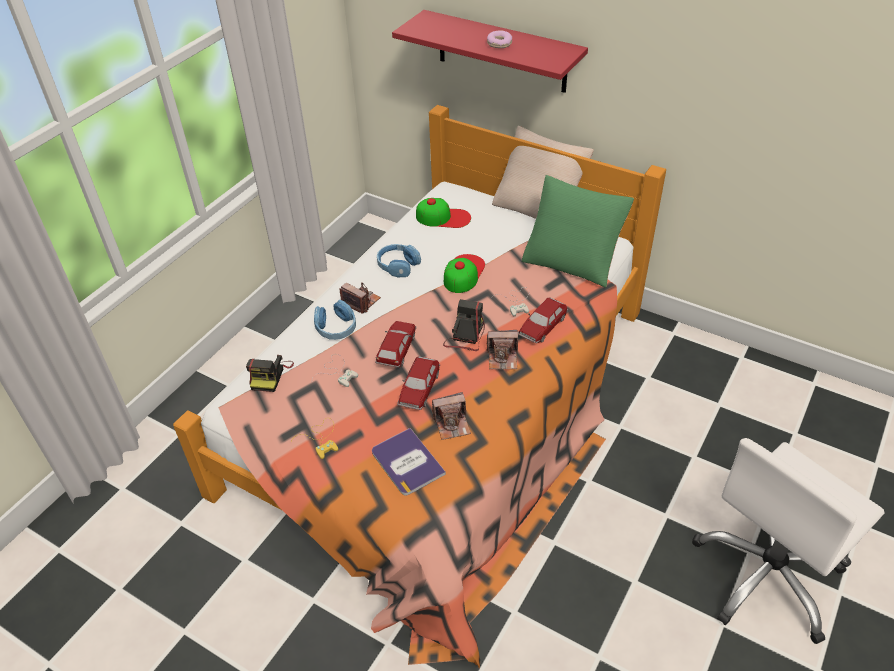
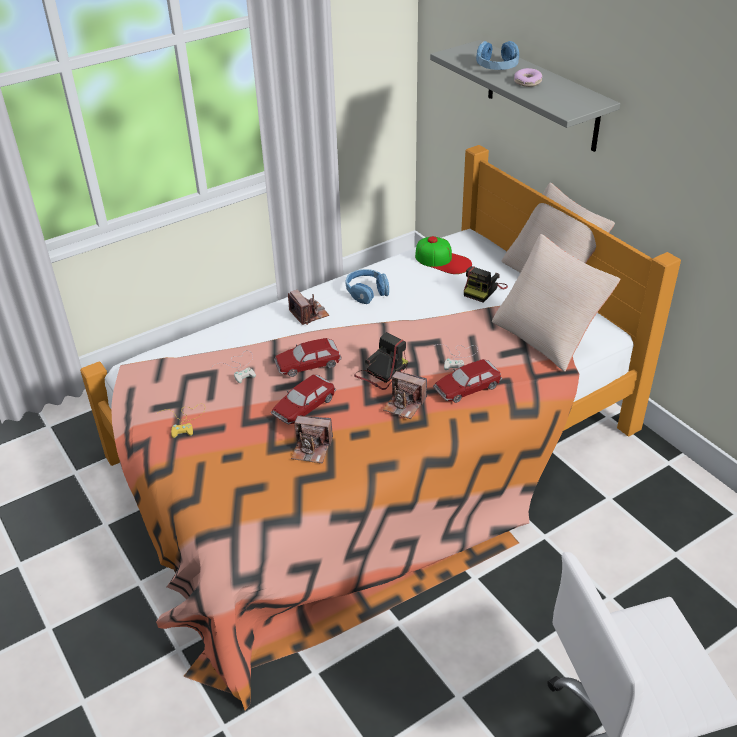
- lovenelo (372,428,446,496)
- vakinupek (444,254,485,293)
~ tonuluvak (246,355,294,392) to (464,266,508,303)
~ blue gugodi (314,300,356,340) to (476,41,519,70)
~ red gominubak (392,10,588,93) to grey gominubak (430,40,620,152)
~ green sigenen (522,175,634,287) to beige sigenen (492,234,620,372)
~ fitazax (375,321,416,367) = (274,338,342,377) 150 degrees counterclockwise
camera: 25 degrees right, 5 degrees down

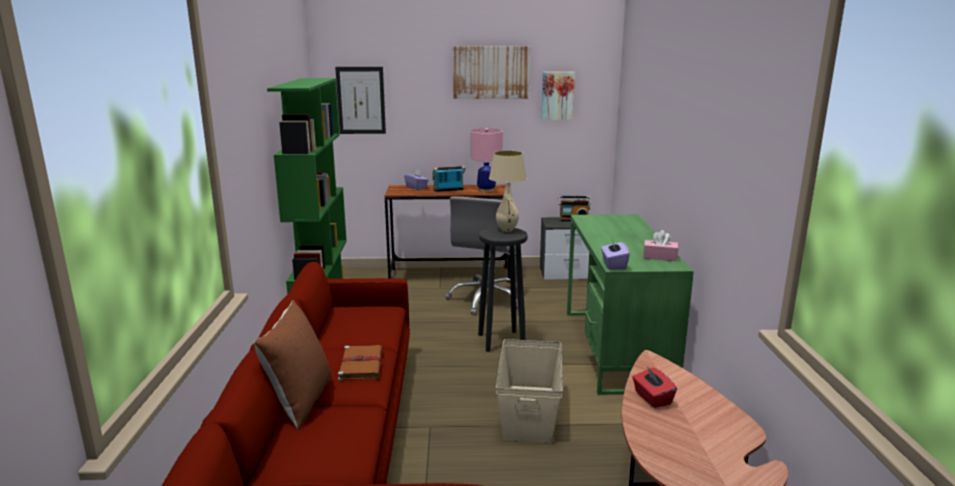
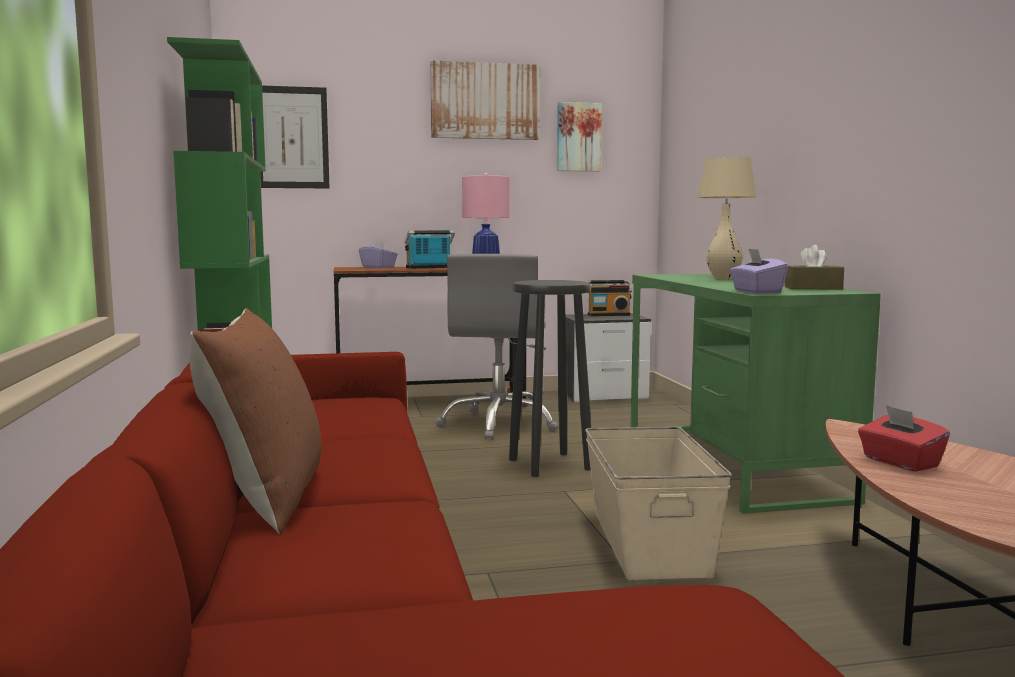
- brown lovenelo (338,345,383,381)
~ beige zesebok (489,151,527,232) to (697,157,756,280)
~ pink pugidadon (643,230,678,261) to brown pugidadon (784,245,844,290)
camera: 10 degrees left, 10 degrees down

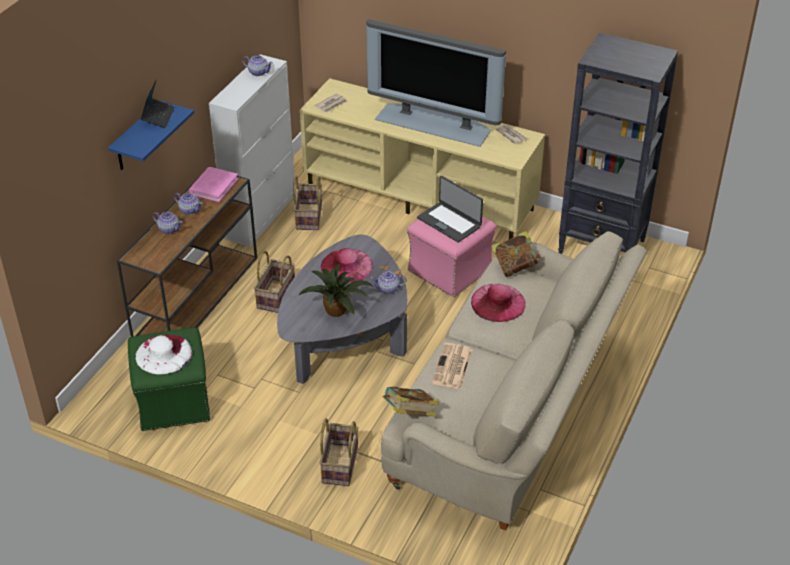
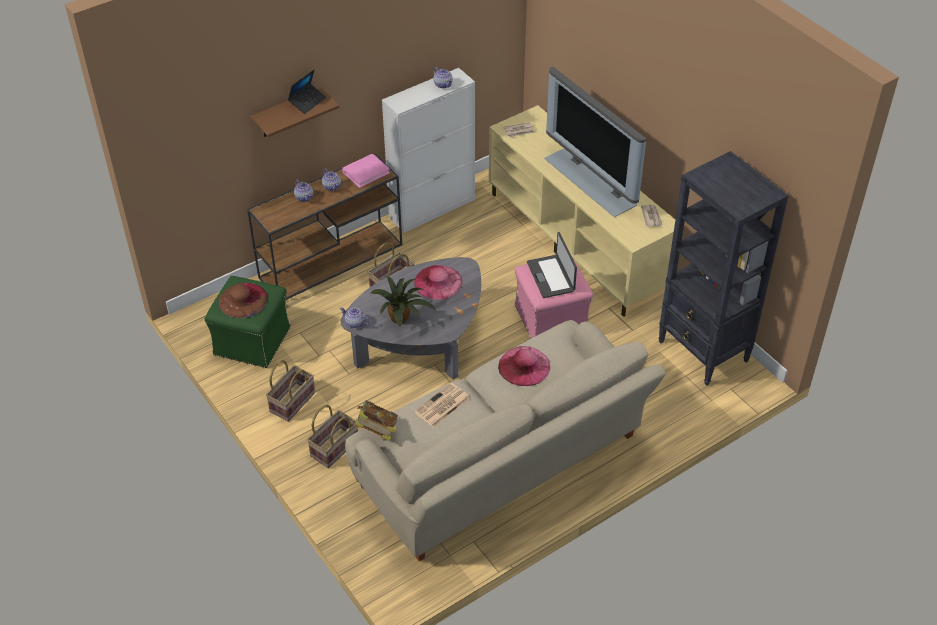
- lovenelo (491,231,541,277)
~ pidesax (293,175,322,230) to (266,360,315,422)
~ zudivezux (371,272,406,294) to (340,307,370,328)
~ blue gominubak (108,101,194,170) to brown gominubak (250,88,339,137)
~ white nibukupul (136,335,193,375) to brown nibukupul (219,283,267,318)
camera: 30 degrees right, 5 degrees up

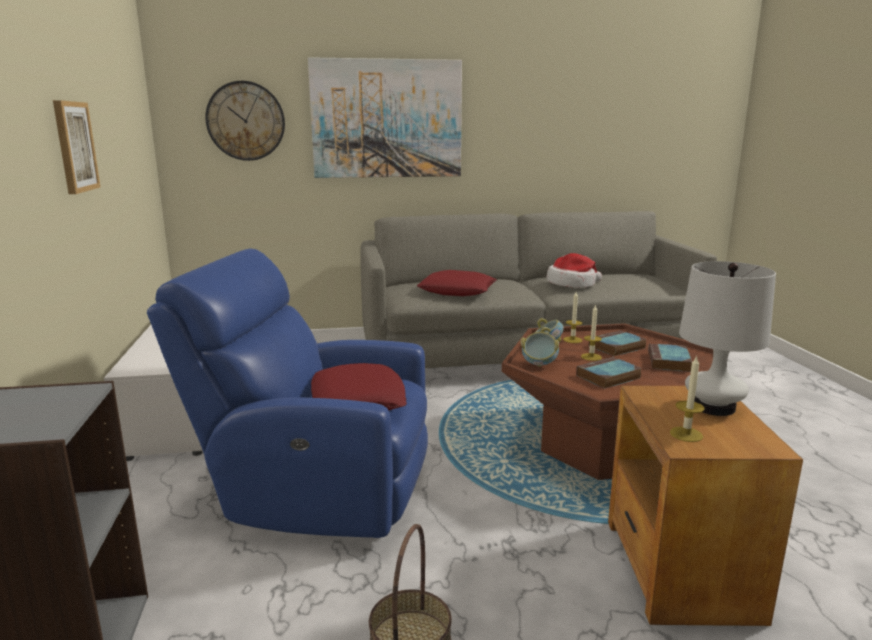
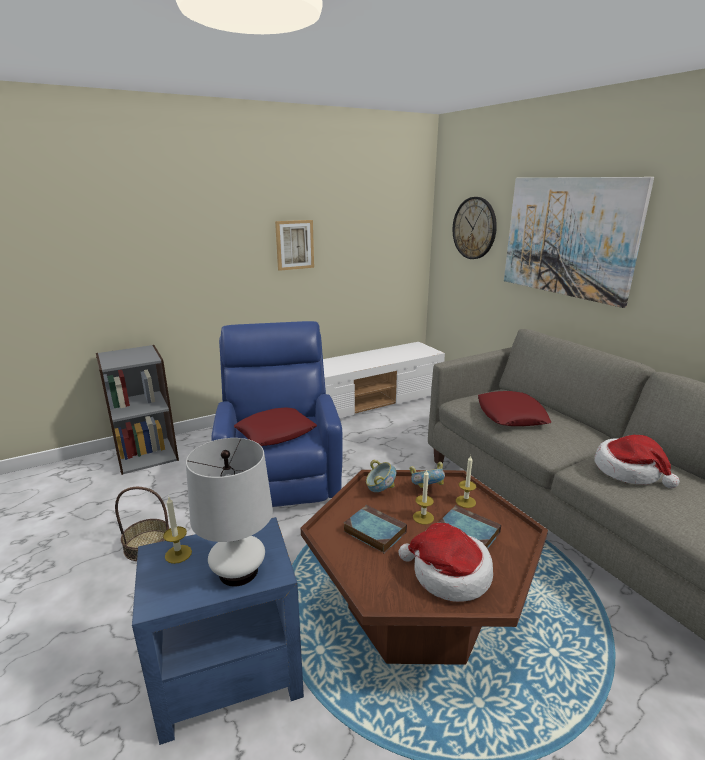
~ lovenelo (649,343,692,372) to nibukupul (398,523,493,602)
~ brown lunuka (608,385,803,626) to blue lunuka (132,517,304,745)
camera: 70 degrees right, 5 degrees up

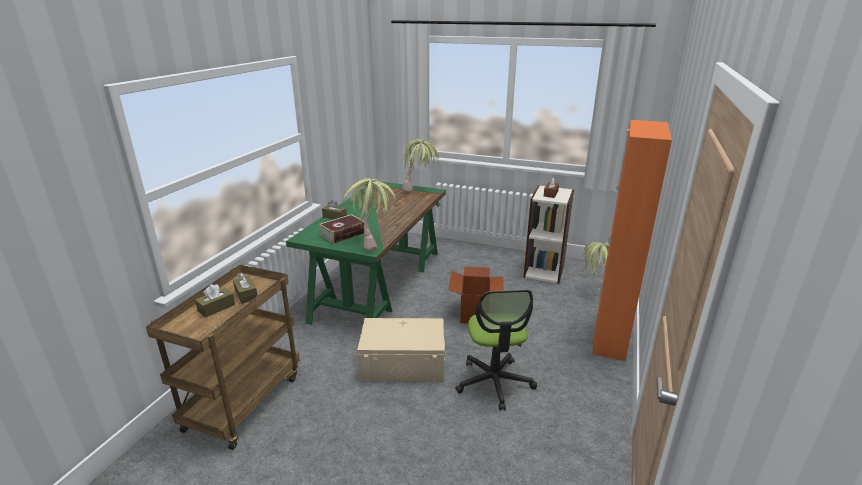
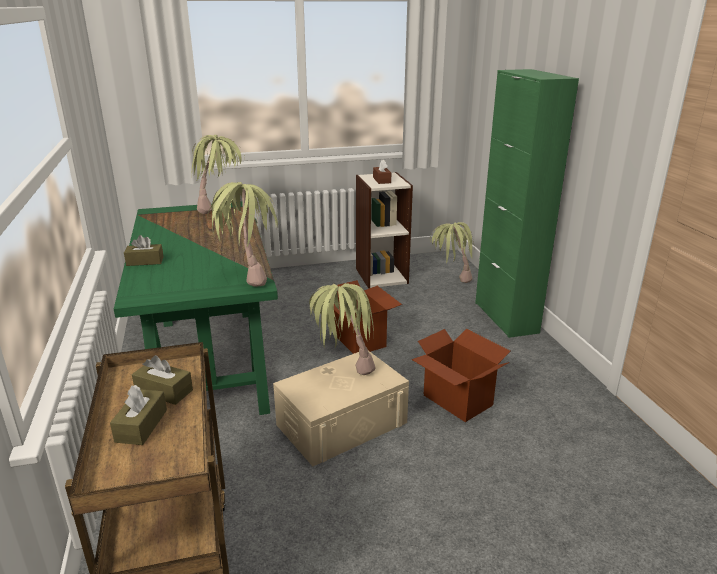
- lovenelo (319,214,364,244)
+ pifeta (309,283,376,375)
~ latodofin (455,290,537,411) to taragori (412,329,510,422)
~ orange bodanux (592,120,672,361) to green bodanux (475,69,579,338)
camera: 35 degrees left, 0 degrees up

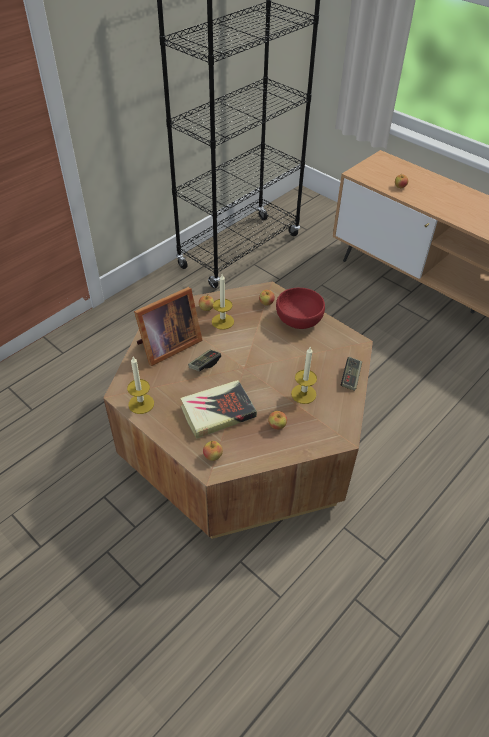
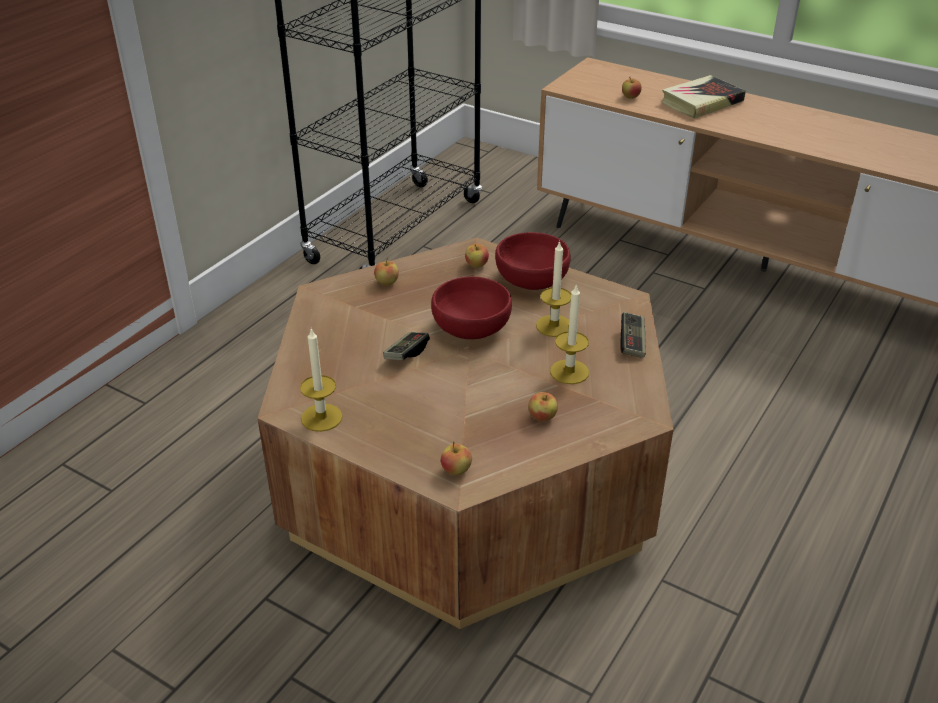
- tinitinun (134,287,202,366)
+ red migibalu (431,276,512,339)
~ lovenelo (180,380,257,439) to (661,75,746,119)
~ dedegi (212,274,234,330) to (536,241,571,337)
camera: 10 degrees left, 10 degrees down

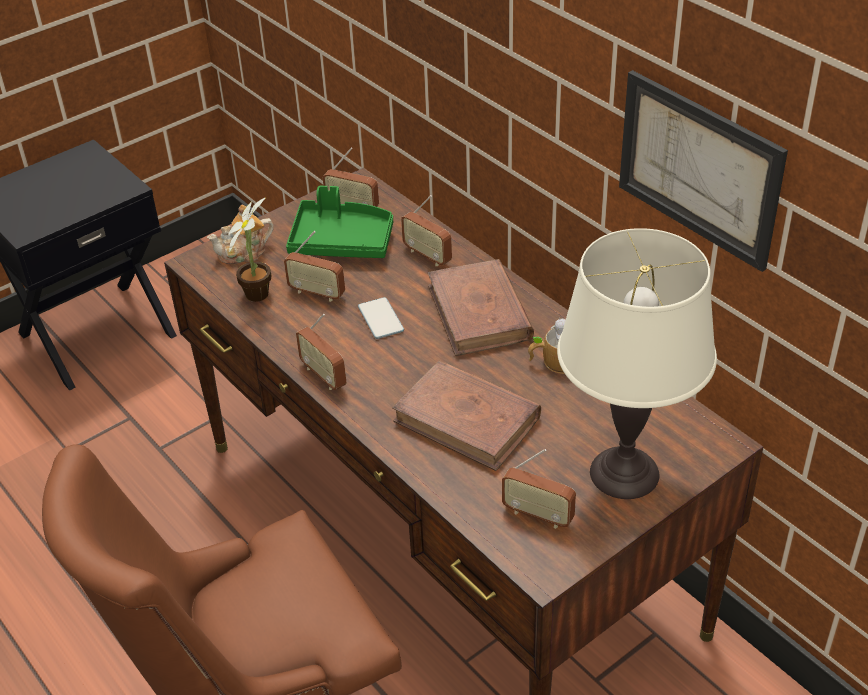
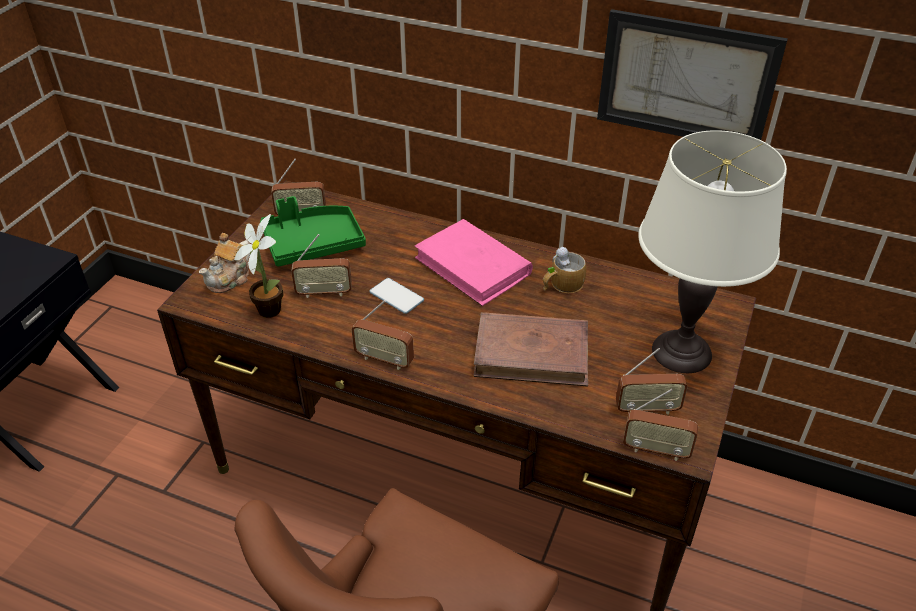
~ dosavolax (401,195,452,266) to (623,389,698,461)
~ brown lovenelo (428,259,534,356) to pink lovenelo (415,219,533,306)
camera: 30 degrees left, 0 degrees up

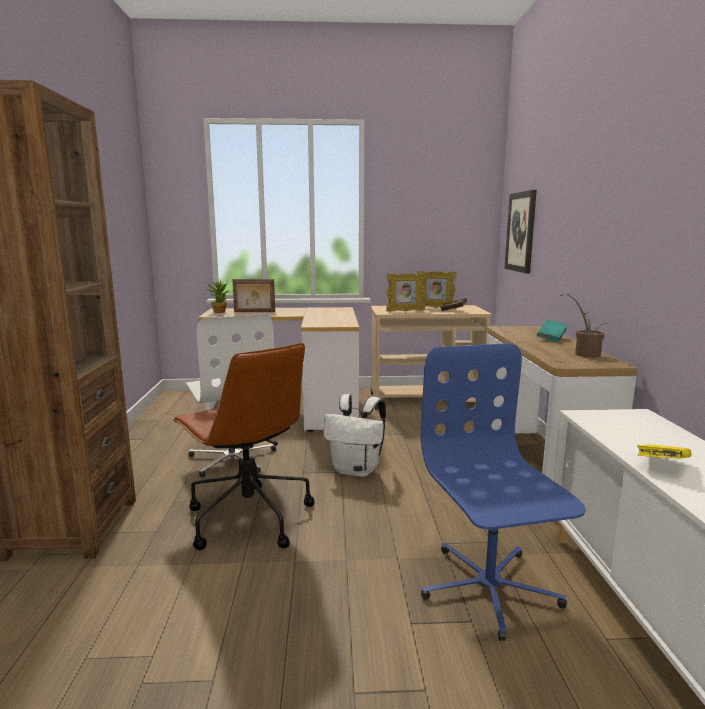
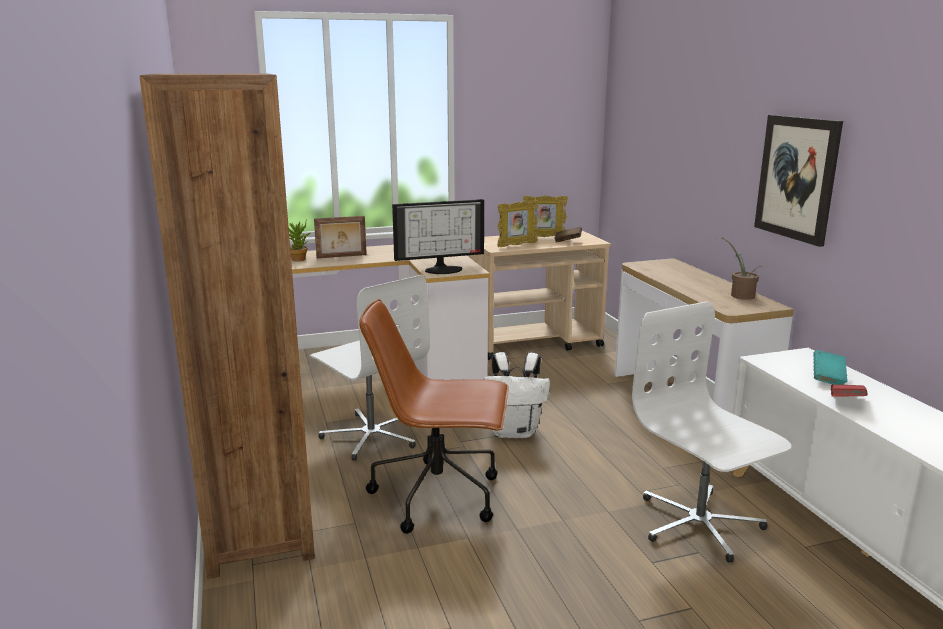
+ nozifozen (392,199,484,274)
~ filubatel (504,190,537,274) to (754,115,843,247)
~ turquoise lovenelo (537,320,568,342) to (813,350,848,385)
~ blue latodofin (421,343,586,641) to white latodofin (632,301,791,563)
~ yellow lovenelo (637,444,692,458) to red lovenelo (831,384,867,397)
~ brown latodofin (172,343,315,550) = (359,299,509,534) 150 degrees clockwise
camera: 15 degrees left, 5 degrees up

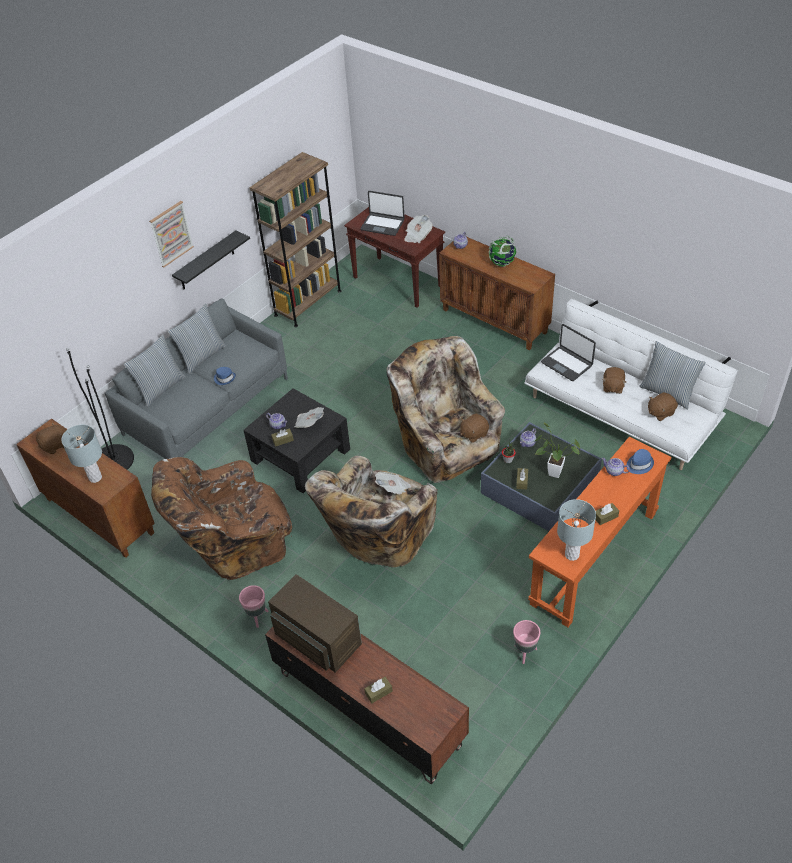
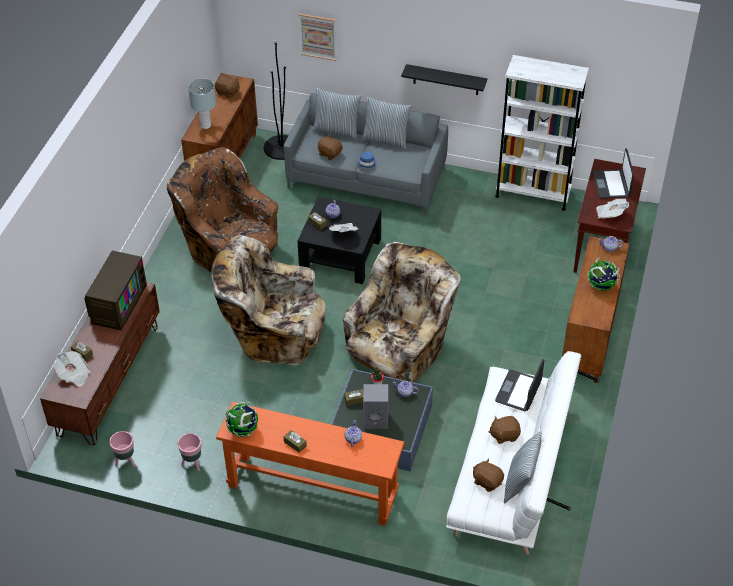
- blue nibukupul (627,449,654,474)
~ filubatel (149,201,194,267) to (299,13,336,61)
~ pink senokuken (239,585,268,628) to (109,431,135,467)
~ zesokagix (375,472,412,495) to (54,351,91,387)
~ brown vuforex (460,414,489,443) to (318,135,342,160)
~ pifeta (534,422,580,478) to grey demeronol (363,384,388,429)
~ grey zesebok (557,499,596,561) to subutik (225,400,258,437)
~ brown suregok (249,152,341,327) to white suregok (495,55,589,211)
camera: 65 degrees right, 0 degrees up

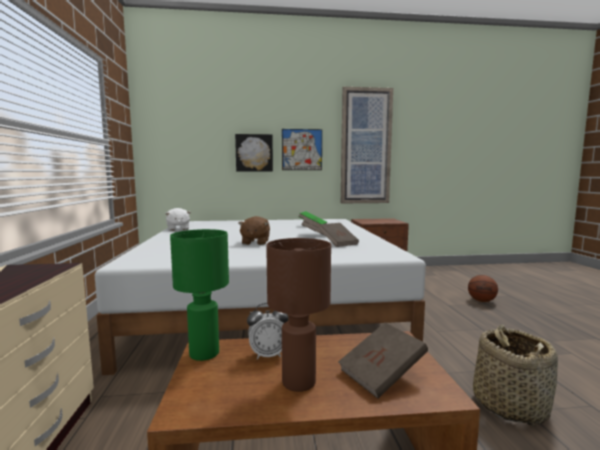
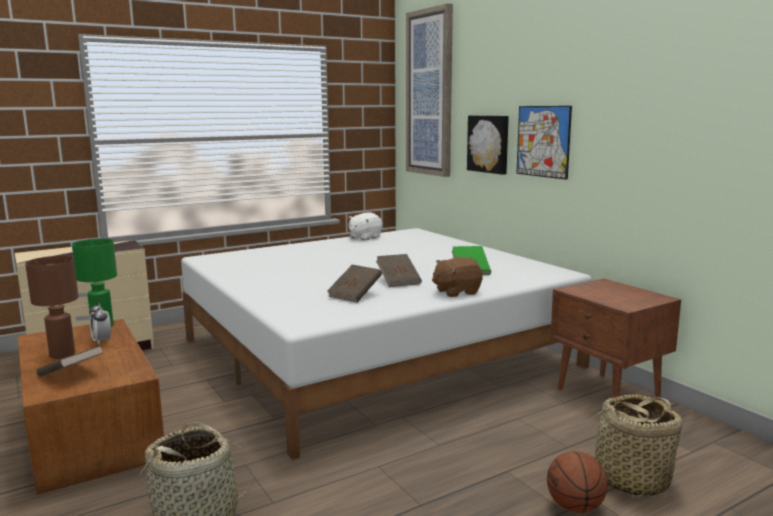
+ pidesax (578,394,683,496)
~ brown vuforex (238,216,270,245) to (432,257,483,297)
~ filubatel (341,87,393,203) to (406,3,453,177)
camera: 65 degrees right, 5 degrees up

